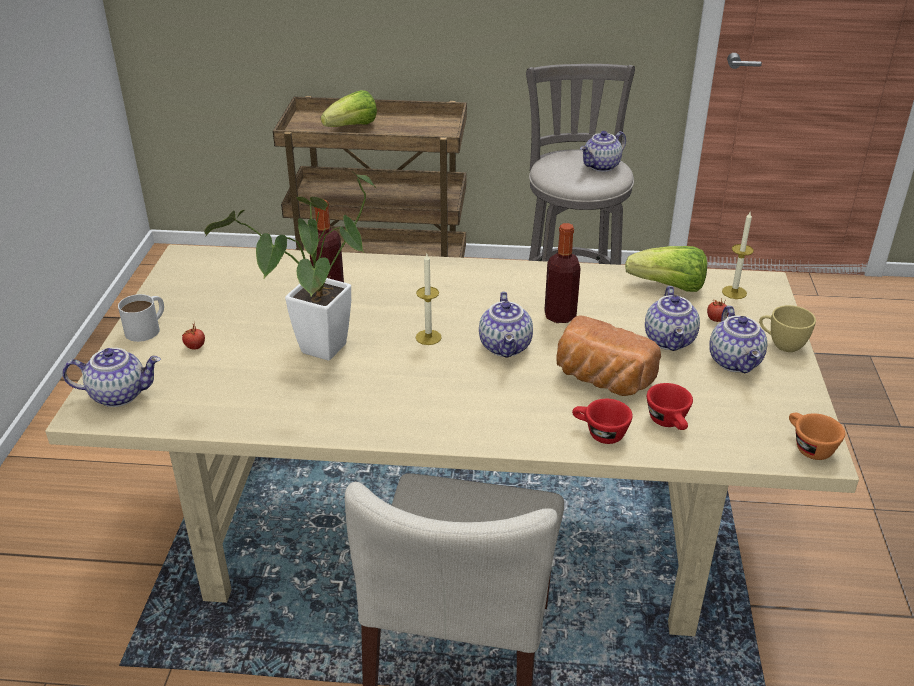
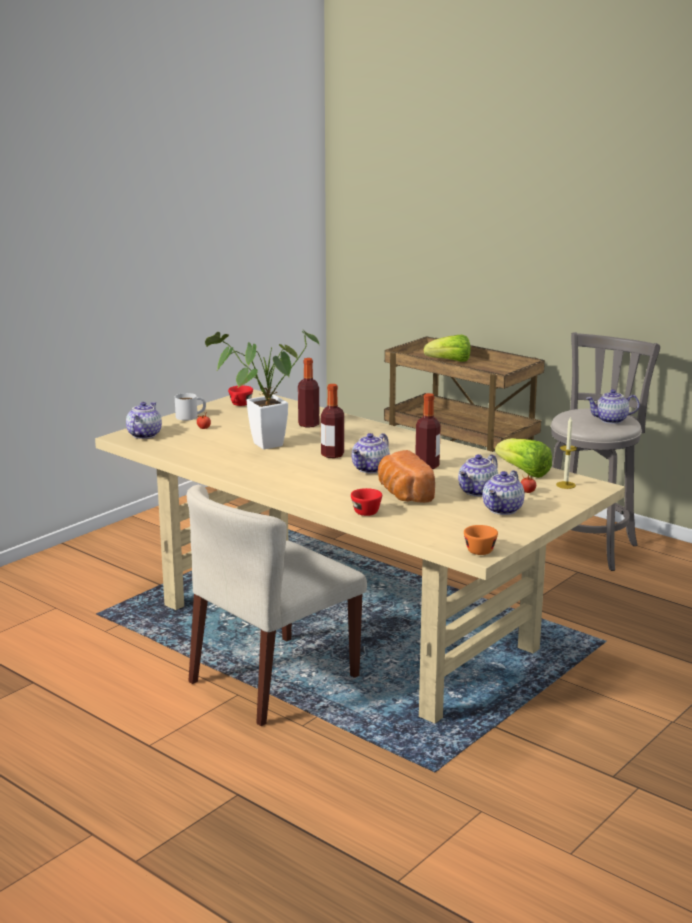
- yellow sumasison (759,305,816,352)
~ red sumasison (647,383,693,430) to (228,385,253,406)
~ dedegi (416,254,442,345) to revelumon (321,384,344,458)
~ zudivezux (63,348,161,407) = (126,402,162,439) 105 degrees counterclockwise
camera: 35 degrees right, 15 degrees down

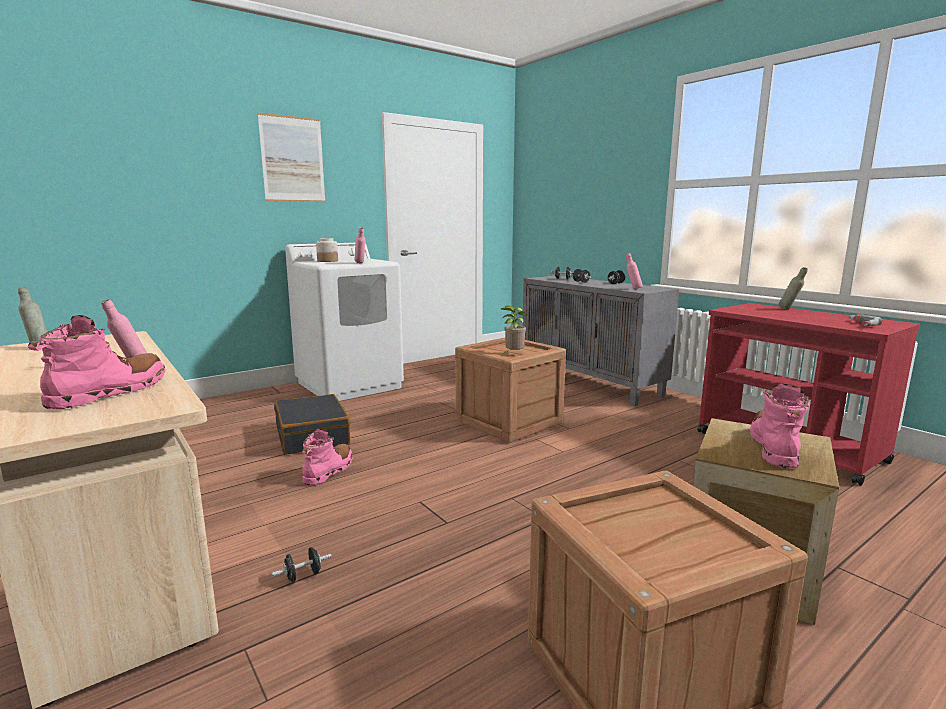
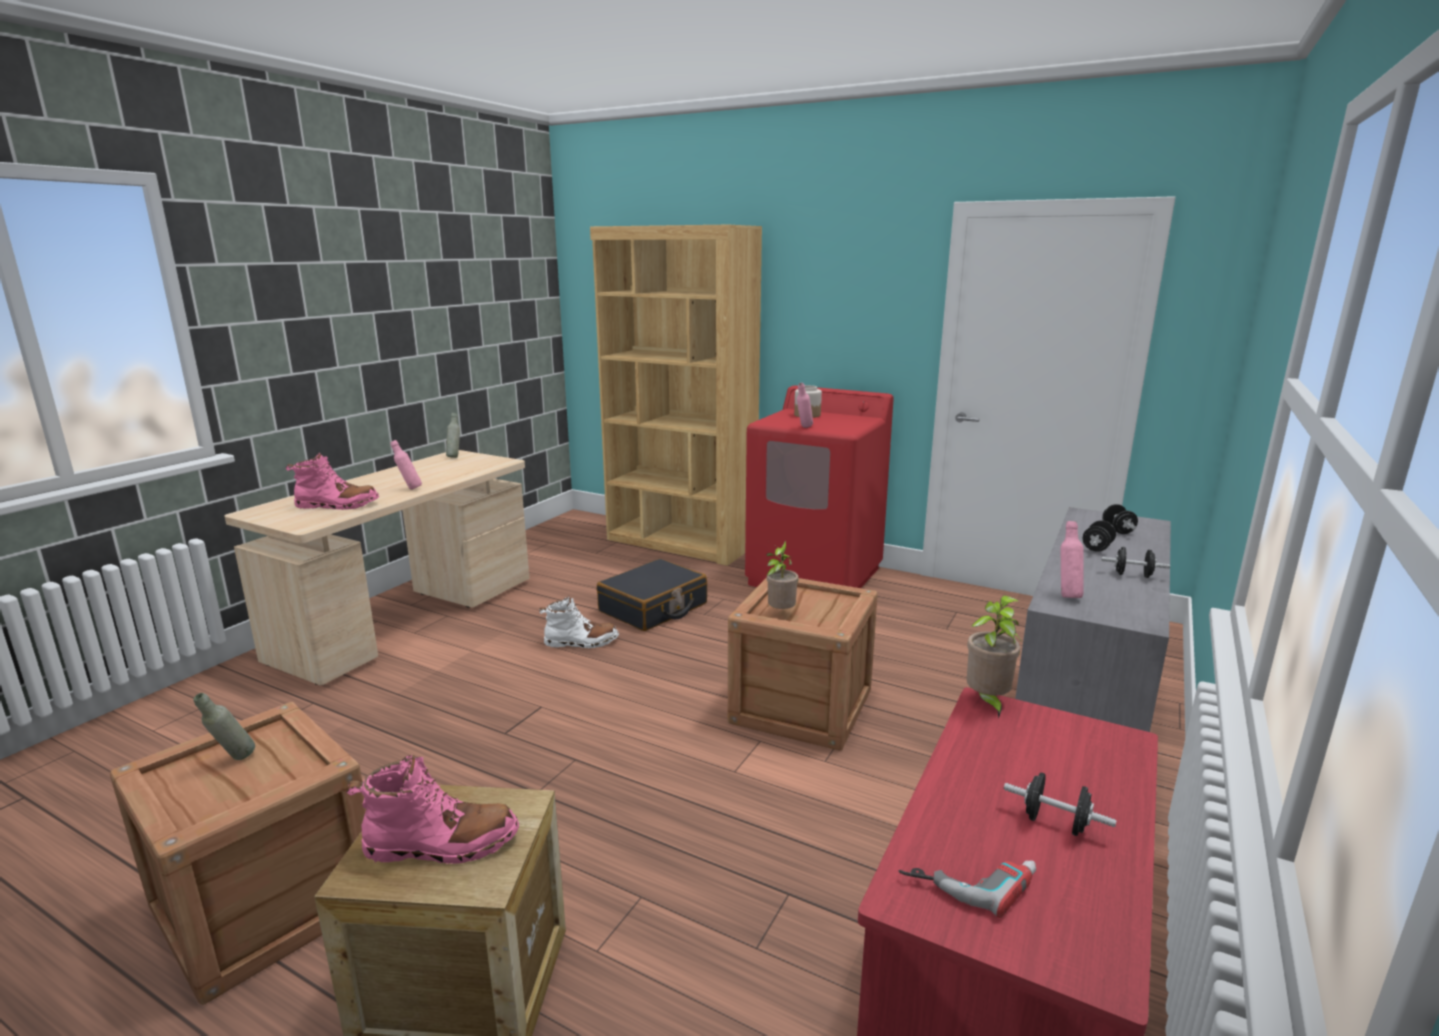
- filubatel (258,113,325,202)
+ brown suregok (590,225,762,566)
+ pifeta (967,595,1023,719)
~ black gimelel (272,547,332,582) to (1004,773,1117,836)
~ grey revelumon (779,267,808,310) to (194,693,255,760)
~ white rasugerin (285,243,404,401) to red rasugerin (745,386,894,588)
~ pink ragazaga (302,429,353,485) to white ragazaga (539,596,619,648)
camera: 65 degrees right, 5 degrees up

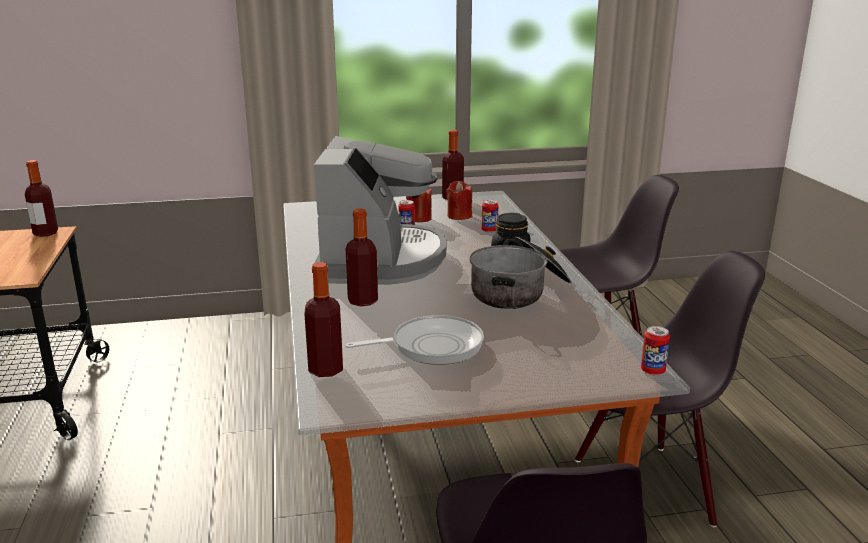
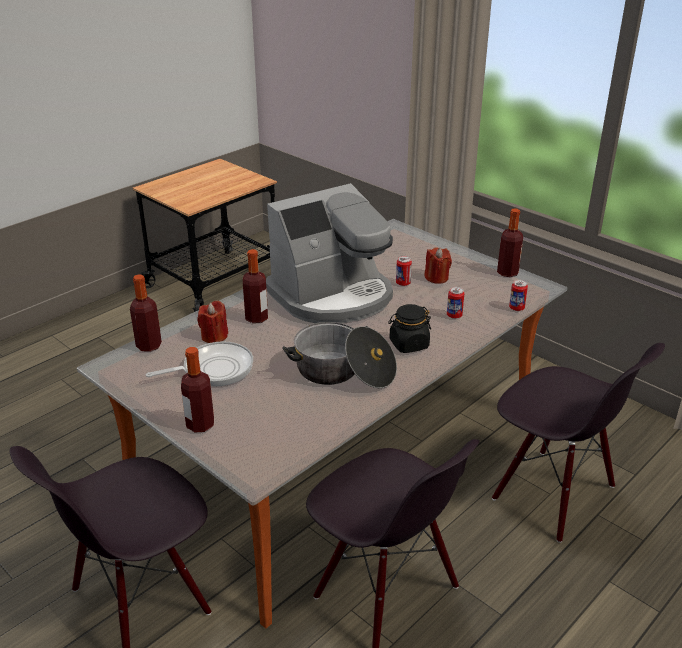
~ revelumon (25,160,58,237) to (181,347,214,433)
~ red dedegi (446,181,472,220) to (197,301,228,343)
~ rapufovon (641,326,670,375) to (509,280,528,311)
~ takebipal (345,315,484,365) = (146,341,253,386) 60 degrees counterclockwise
camera: 55 degrees right, 10 degrees up

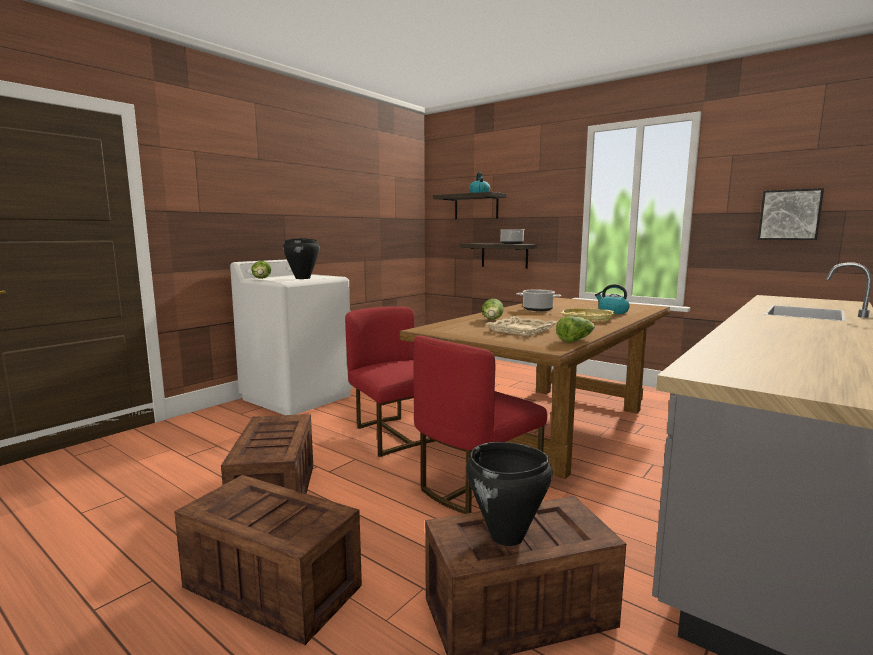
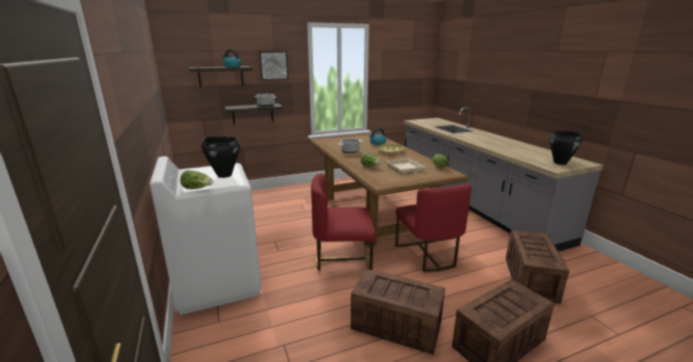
~ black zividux (466,442,553,546) to (549,131,583,165)
~ filubatel (758,188,824,240) to (259,51,288,80)
camera: 60 degrees left, 10 degrees up

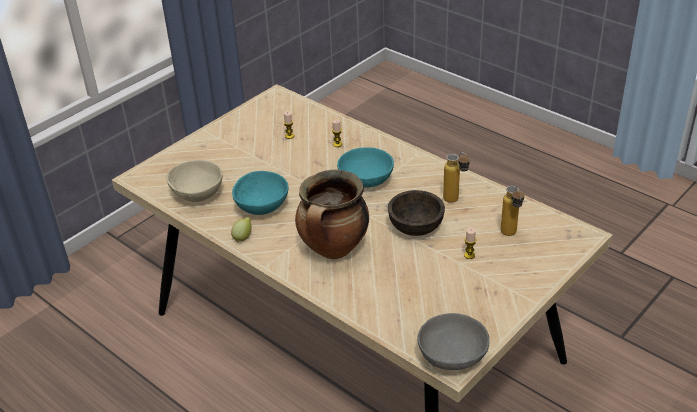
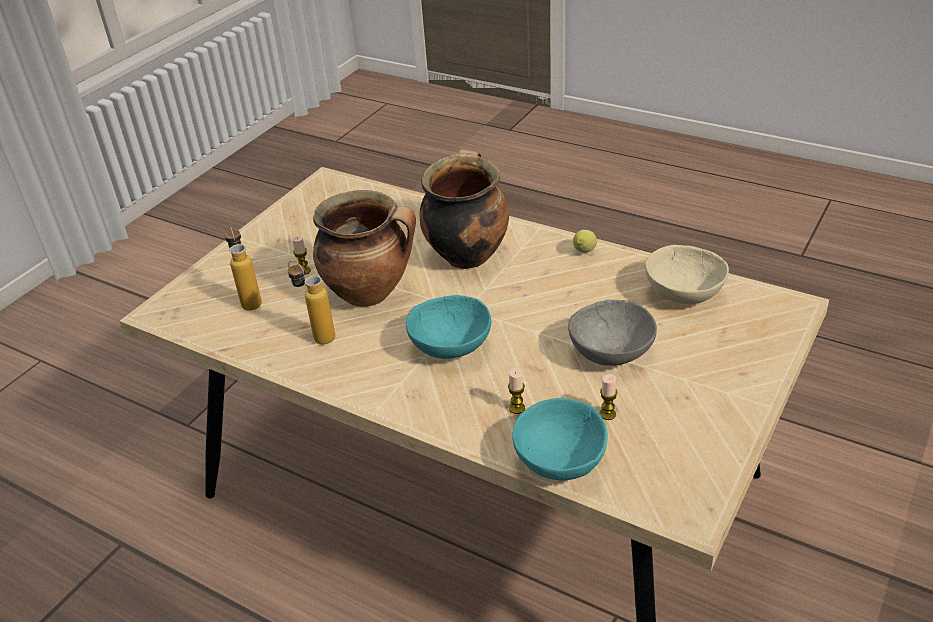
~ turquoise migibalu (232,171,289,215) to (512,398,608,481)
~ grey migibalu (417,313,490,370) to (568,300,657,366)
~ brown migibalu (388,190,445,236) to zividux (313,190,416,307)
camera: 170 degrees right, 0 degrees up

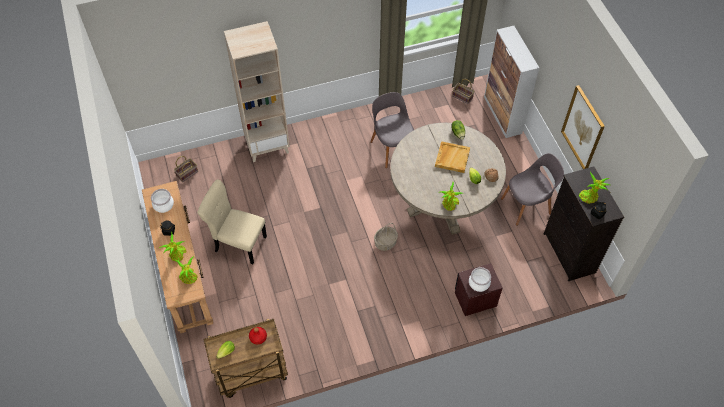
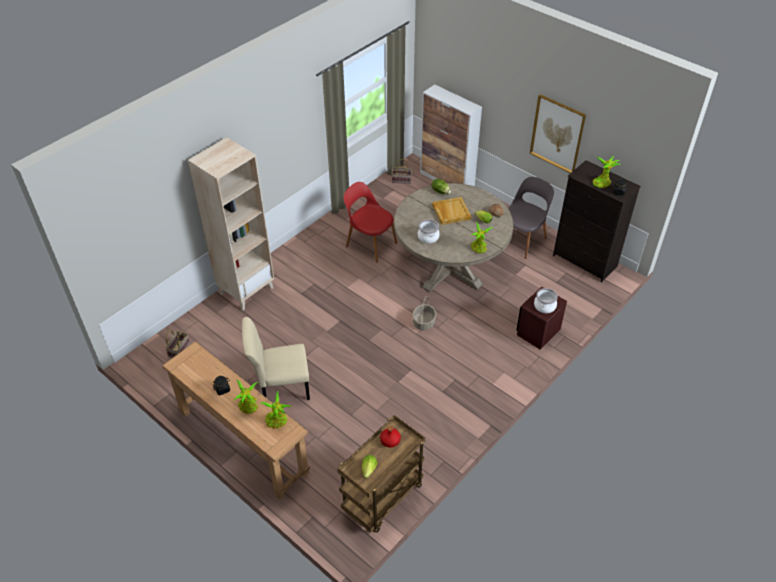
~ zividux (151,189,174,213) to (418,219,440,244)
~ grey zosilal (370,92,414,168) to red zosilal (344,182,397,262)
camera: 30 degrees left, 10 degrees down

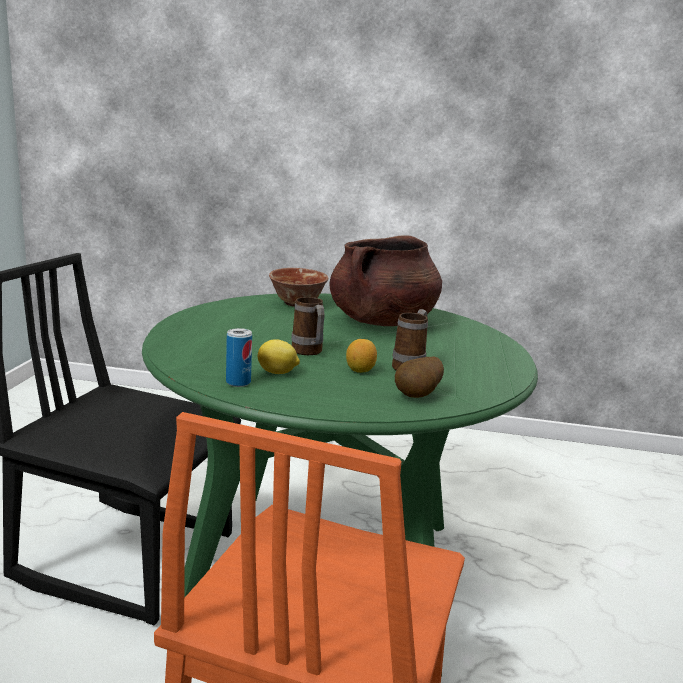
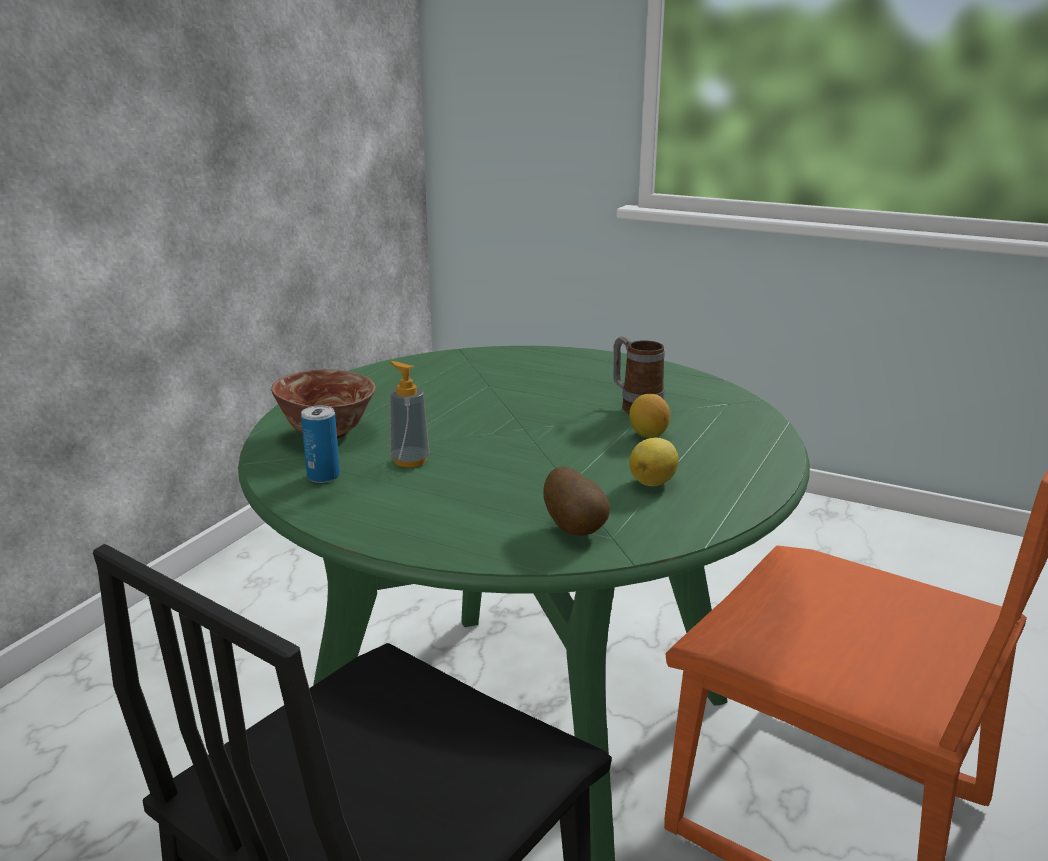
- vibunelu (291,297,325,355)
- brown zividux (329,235,442,326)
+ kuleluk (389,361,430,468)
~ rapufovon (226,328,252,387) to (301,406,340,483)
~ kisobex (395,357,444,398) to (543,466,610,536)
camera: 70 degrees left, 5 degrees up

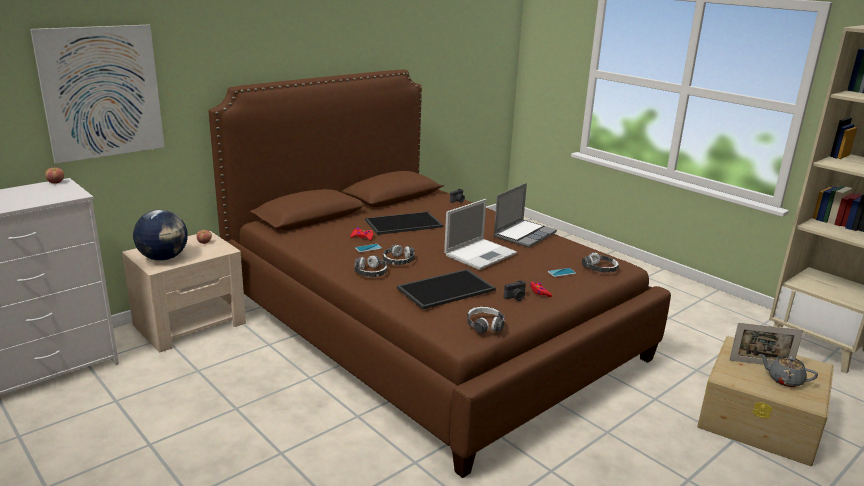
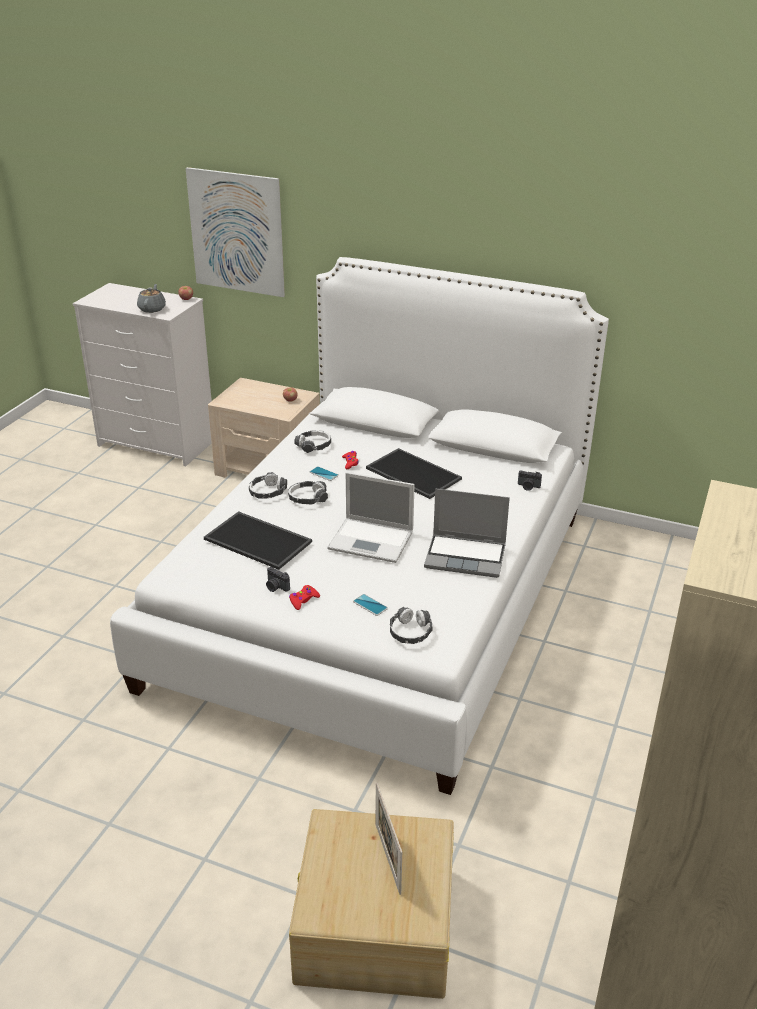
- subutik (133,210,188,261)
~ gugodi (467,307,505,333) to (294,430,331,453)
~ grey zudivezux (759,354,818,387) to (137,284,166,313)
~ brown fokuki (209,70,671,478) to white fokuki (110,257,609,795)
camera: 65 degrees right, 10 degrees up

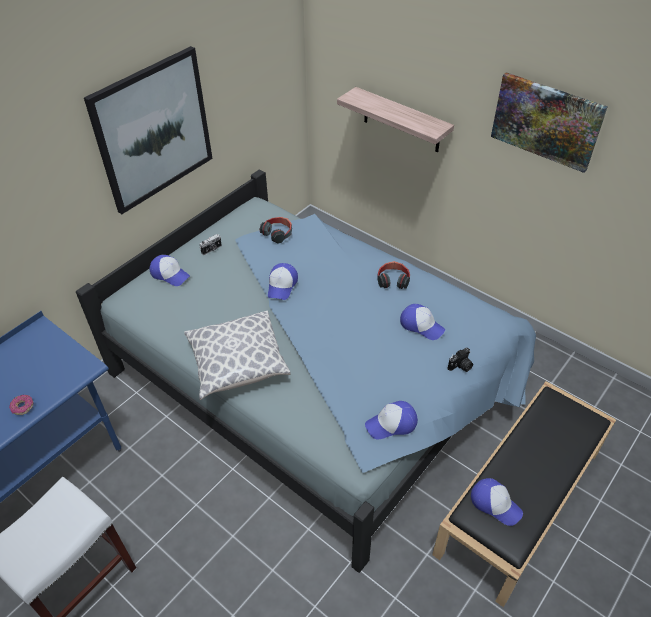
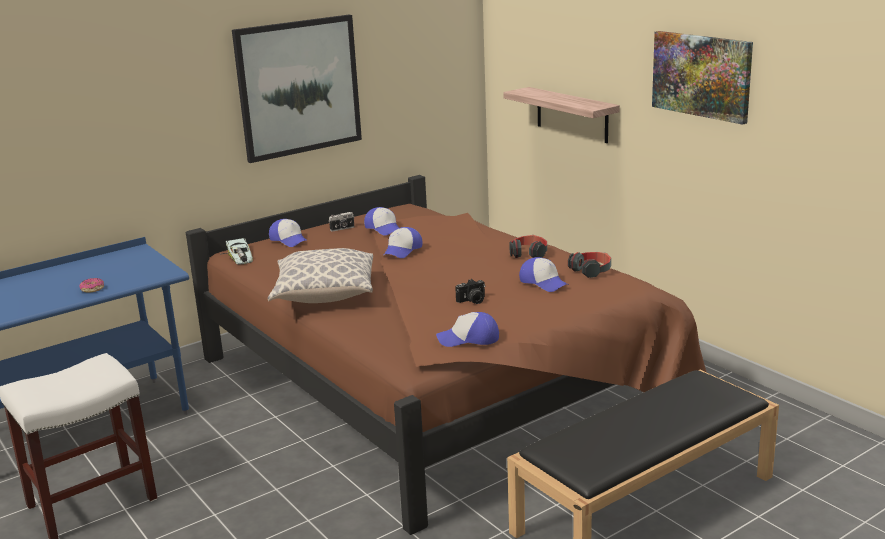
+ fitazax (220,237,253,264)
~ gugodi (260,217,292,244) to (568,252,611,278)
~ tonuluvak (448,348,473,372) to (455,279,485,304)
~ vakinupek (471,478,523,526) to (364,207,399,236)
~ blue fokuki (76,169,536,573) to brown fokuki (186,175,706,535)
camera: 15 degrees right, 25 degrees down

